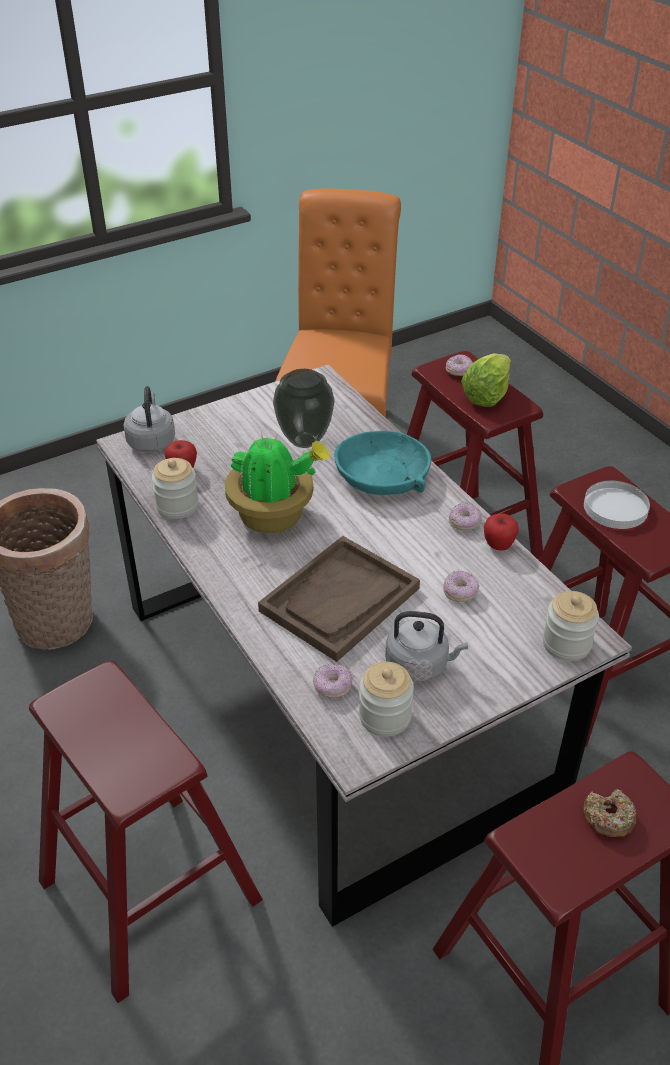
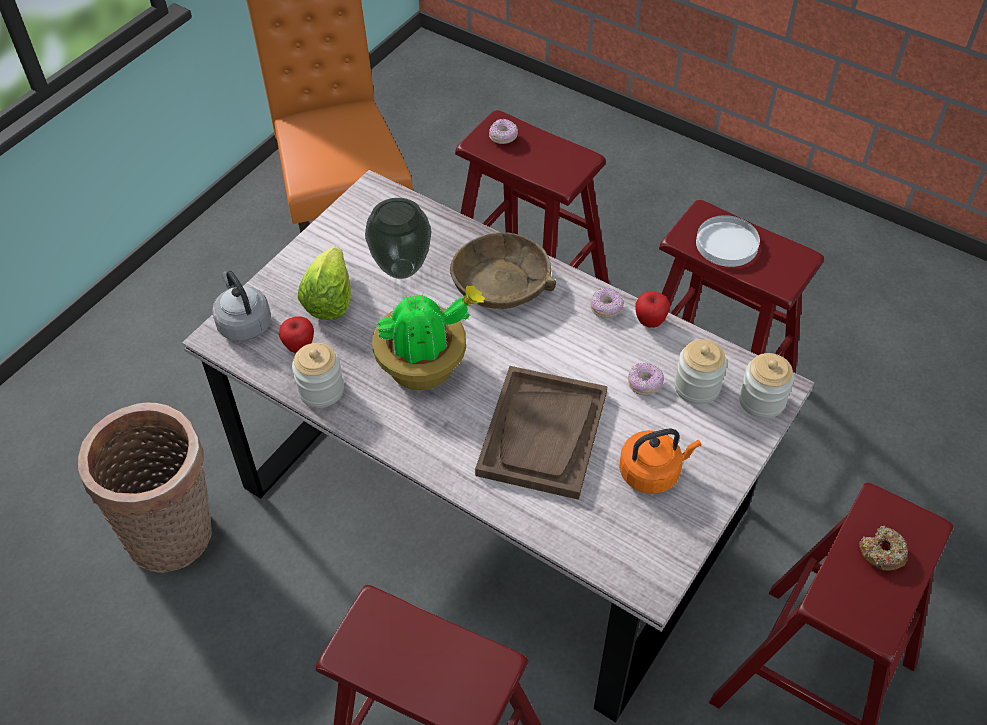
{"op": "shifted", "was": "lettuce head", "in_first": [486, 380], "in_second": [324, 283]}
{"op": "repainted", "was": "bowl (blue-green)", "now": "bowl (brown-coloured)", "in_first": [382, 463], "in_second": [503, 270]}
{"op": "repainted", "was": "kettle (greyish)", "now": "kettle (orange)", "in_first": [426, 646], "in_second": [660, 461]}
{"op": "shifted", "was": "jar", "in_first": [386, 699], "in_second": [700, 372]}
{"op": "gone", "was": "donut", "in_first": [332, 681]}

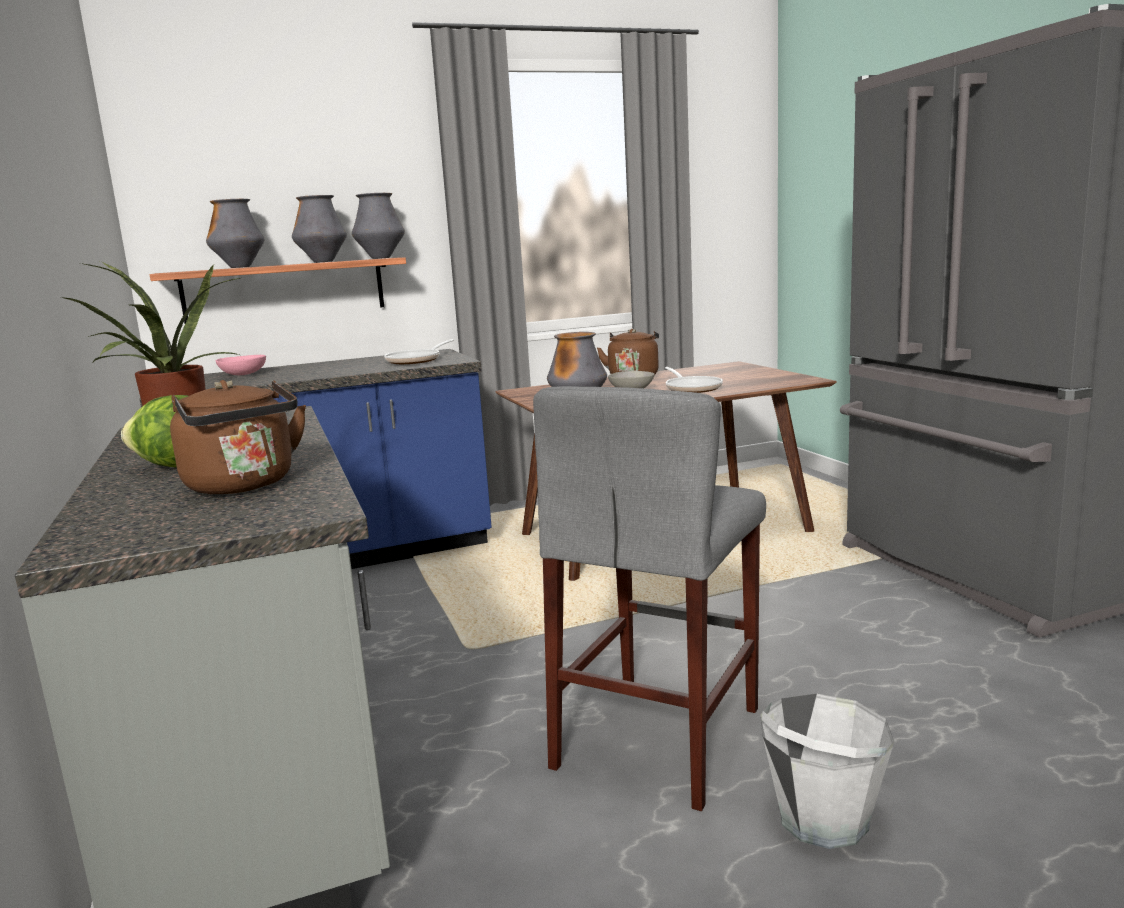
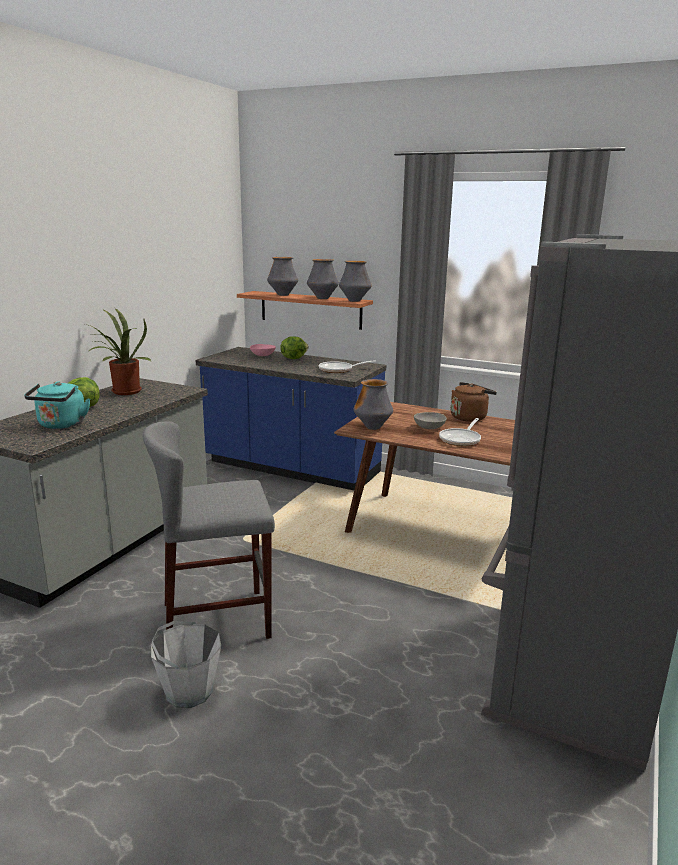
{"op": "repainted", "was": "kettle (brown-coloured)", "now": "kettle (blue-green)", "in_first": [238, 437], "in_second": [57, 405]}
{"op": "new", "now": "lettuce head", "in_second": [294, 347]}

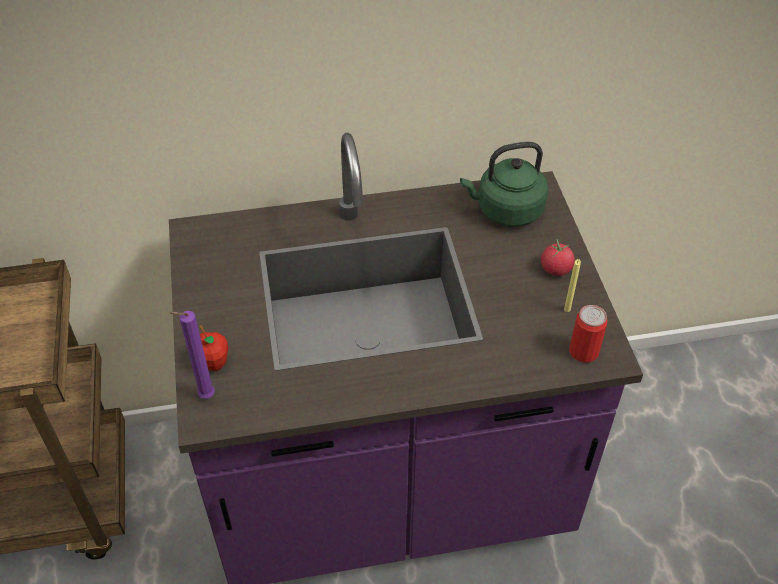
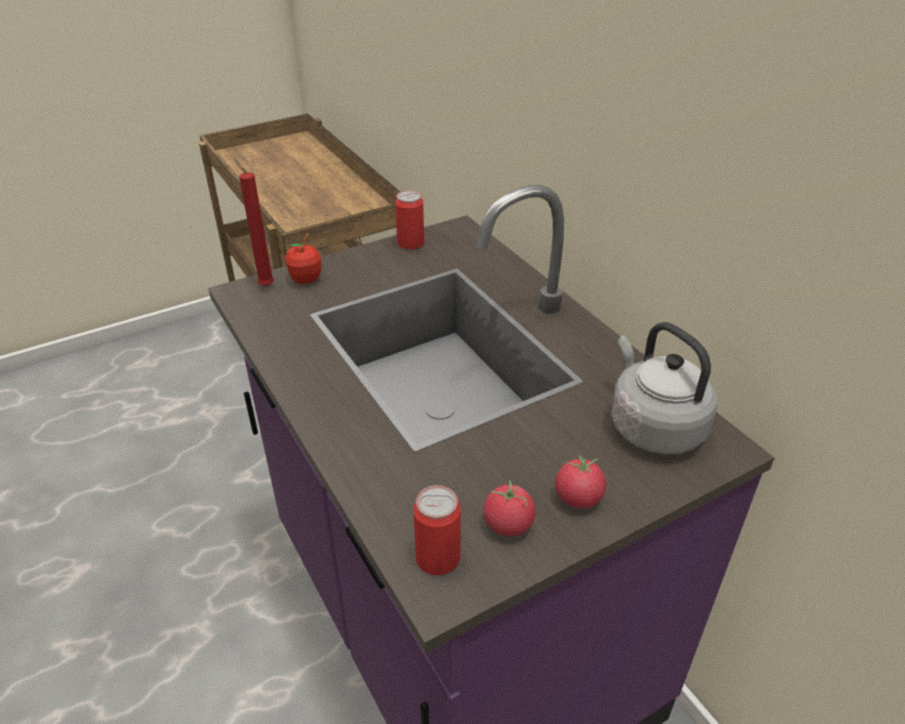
{"op": "repainted", "was": "wax light (purple-coloured)", "now": "wax light (red)", "in_first": [192, 355], "in_second": [254, 222]}
{"op": "new", "now": "metal can", "in_second": [409, 220]}
{"op": "swapped", "was": "wax light (yellow-coloured)", "now": "tomato", "in_first": [572, 285], "in_second": [509, 509]}
{"op": "repainted", "was": "kettle (green-coloured)", "now": "kettle (greyish)", "in_first": [504, 184], "in_second": [664, 388]}

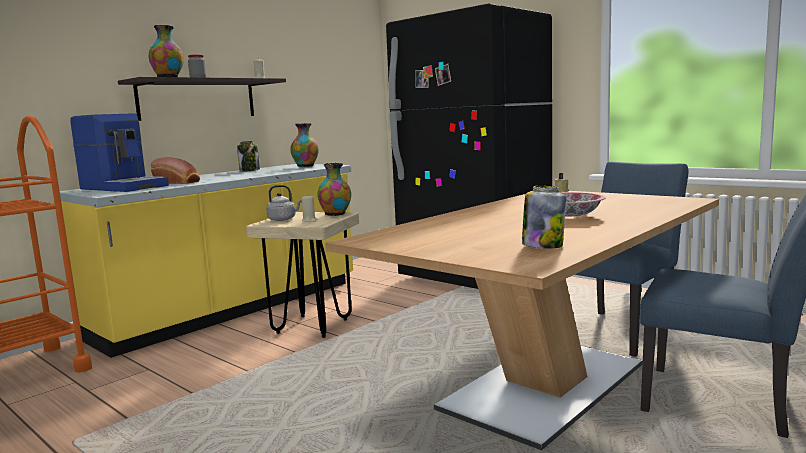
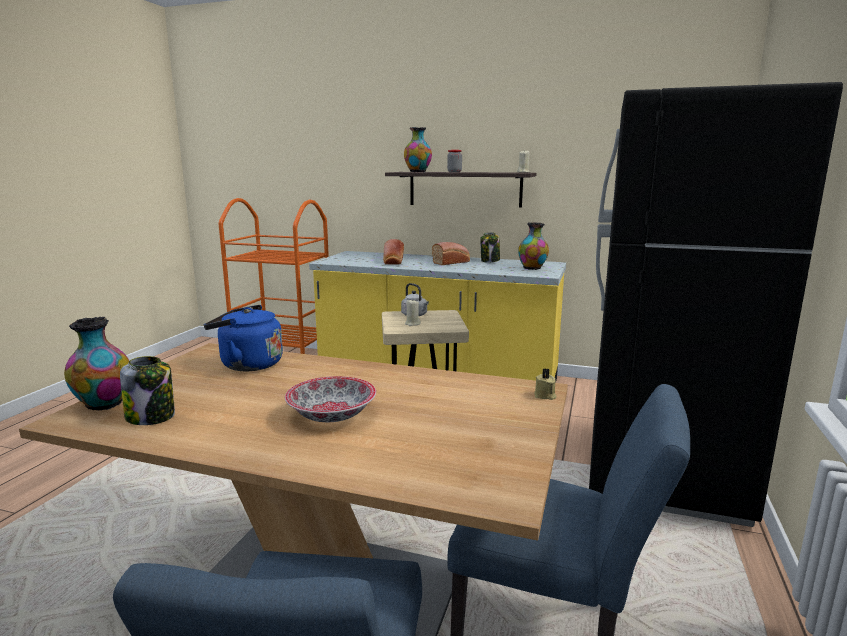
{"op": "shifted", "was": "vase", "in_first": [334, 189], "in_second": [96, 363]}
{"op": "new", "now": "kettle (blue-coloured)", "in_second": [243, 338]}
{"op": "new", "now": "bakery bread", "in_second": [451, 253]}
{"op": "gone", "was": "coffee machine", "in_first": [119, 152]}

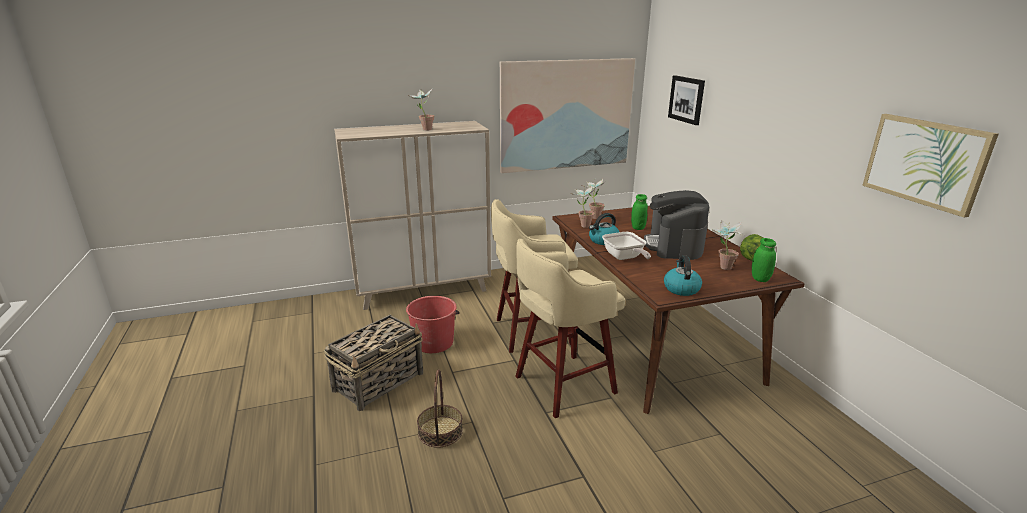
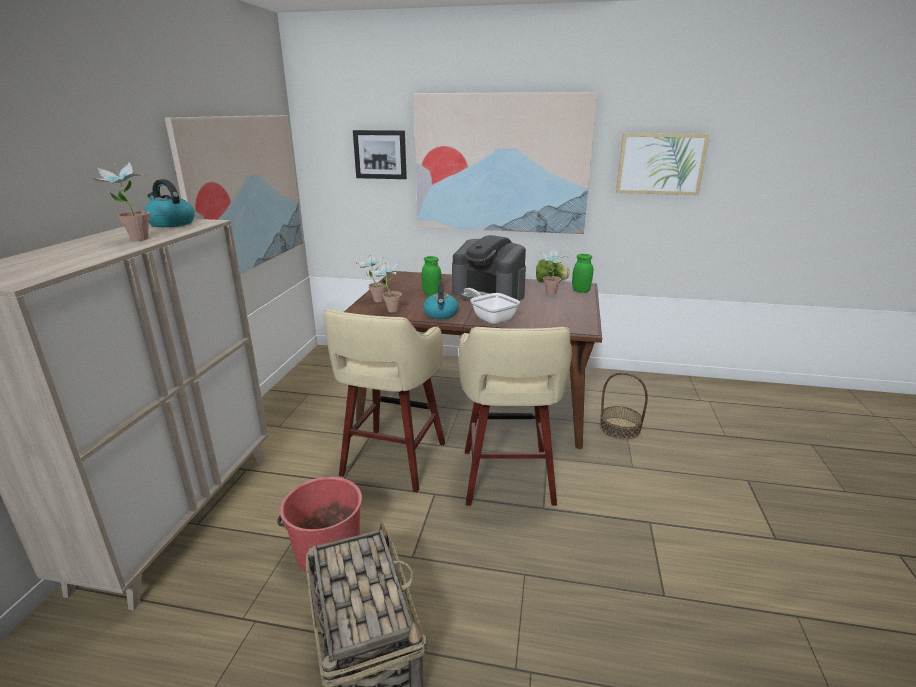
{"op": "shifted", "was": "kettle", "in_first": [683, 276], "in_second": [169, 203]}
{"op": "new", "now": "wall art", "in_second": [506, 163]}
{"op": "rotated", "was": "frying pan", "in_first": [626, 246], "in_second": [492, 306], "clockwise": -135}
{"op": "shifted", "was": "household basket", "in_first": [440, 408], "in_second": [624, 405]}

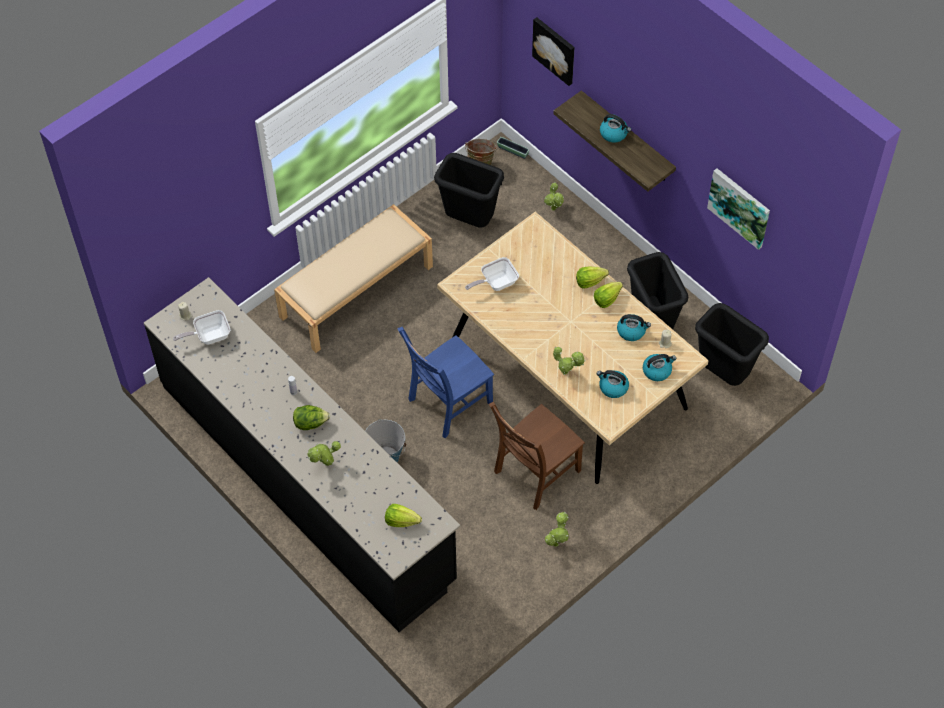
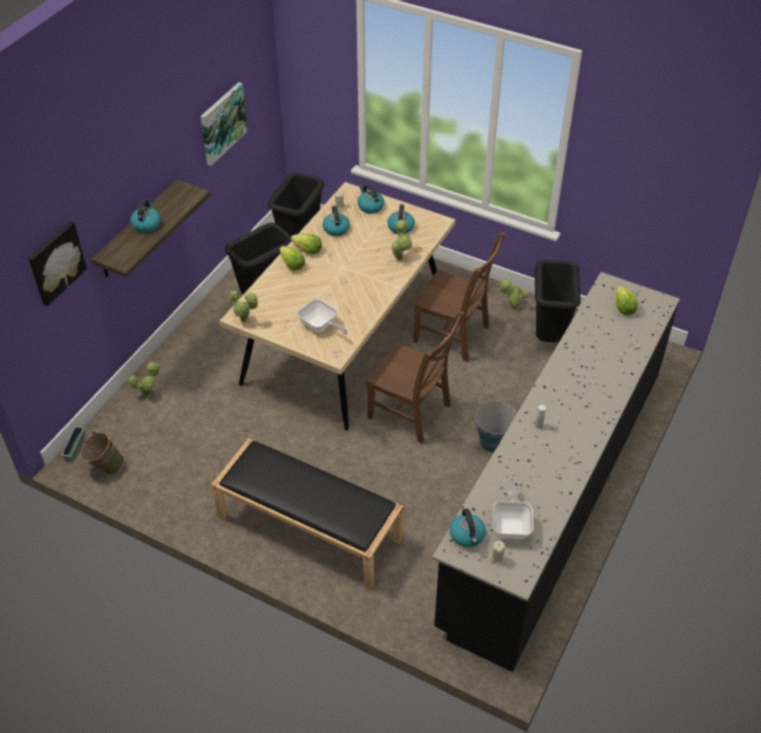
{"op": "repainted", "was": "bench (beige)", "now": "bench (blackish)", "in_first": [353, 278], "in_second": [307, 514]}
{"op": "shifted", "was": "houseplant", "in_first": [324, 453], "in_second": [243, 306]}
{"op": "repainted", "was": "chair (blue-coloured)", "now": "chair (brown-coloured)", "in_first": [445, 382], "in_second": [415, 377]}
{"op": "new", "now": "kettle", "in_second": [467, 527]}
{"op": "rotated", "was": "frying pan", "in_first": [201, 327], "in_second": [513, 508], "clockwise": -135}
{"op": "shifted", "was": "trash can (blackish)", "in_first": [469, 190], "in_second": [558, 301]}
{"op": "gone", "was": "lettuce head", "in_first": [311, 417]}

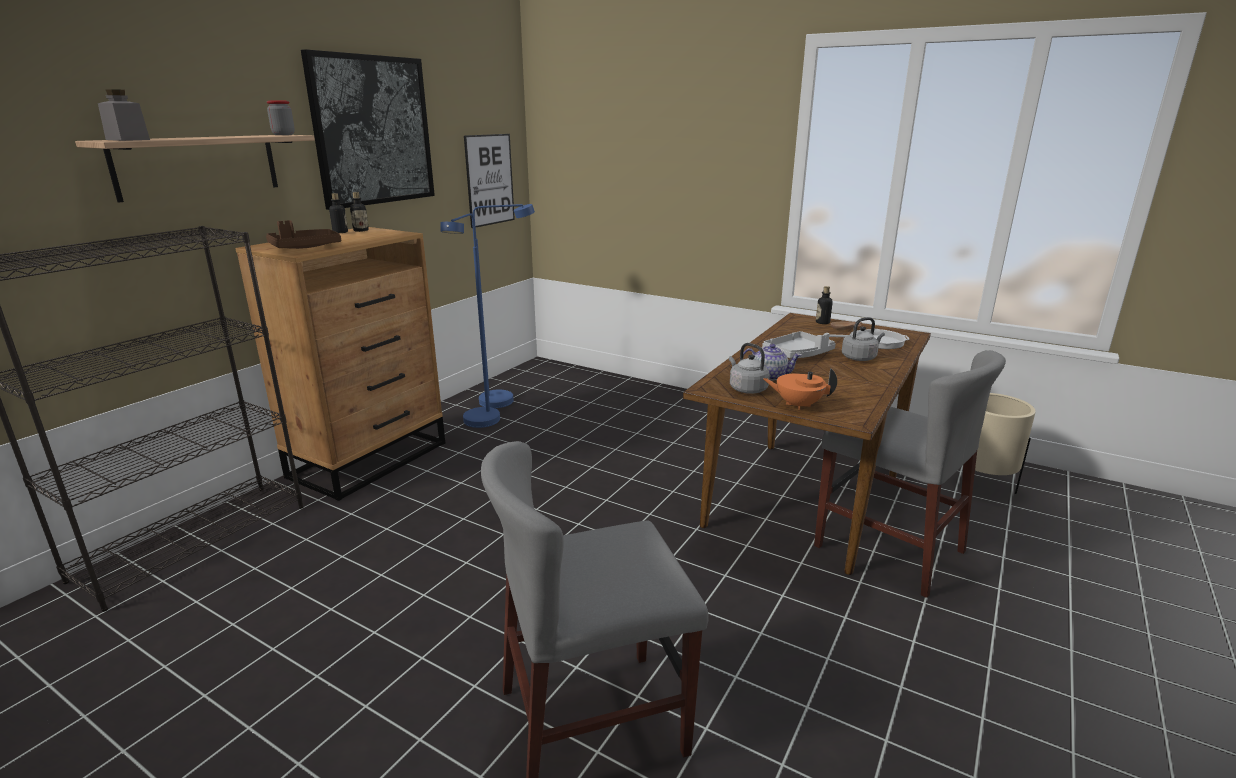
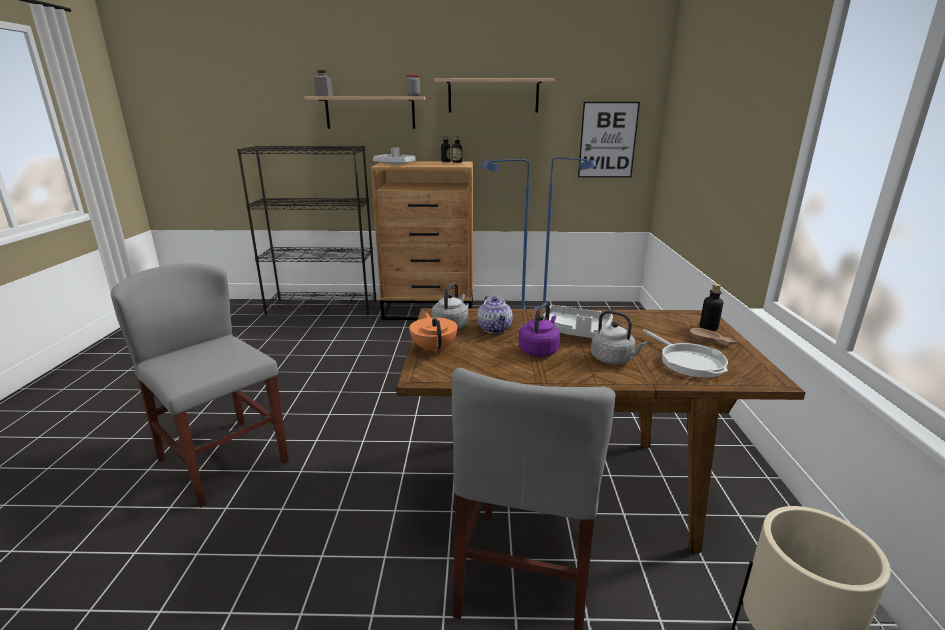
{"op": "repainted", "was": "tray (brown-coloured)", "now": "tray (greyish)", "in_first": [303, 234], "in_second": [394, 156]}
{"op": "swapped", "was": "wall art", "now": "shelf", "in_first": [368, 129], "in_second": [494, 95]}
{"op": "new", "now": "kettle (purple-coloured)", "in_second": [539, 329]}

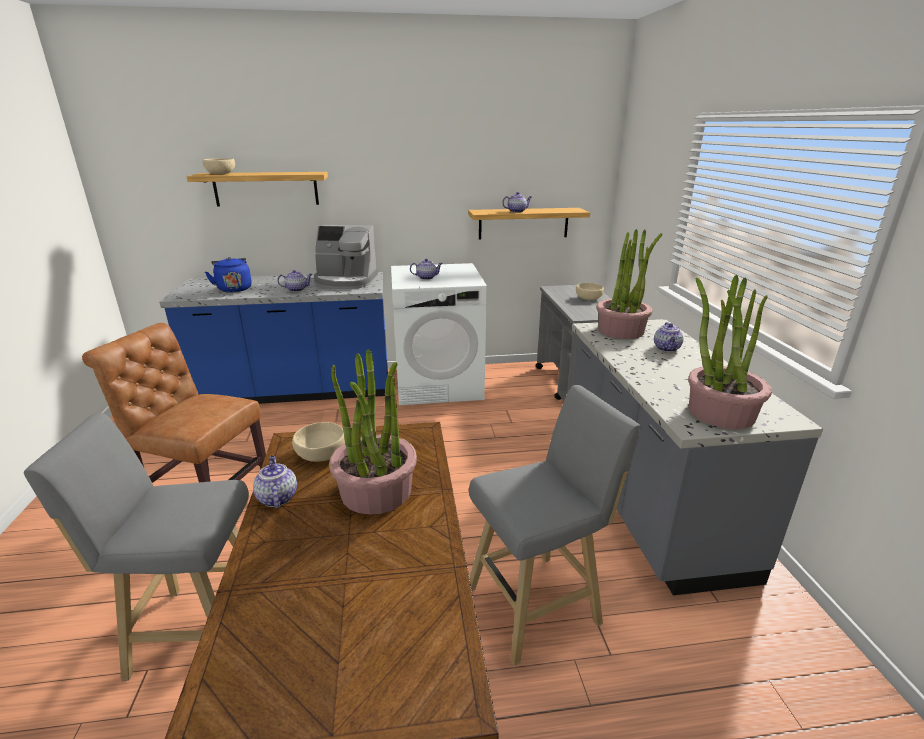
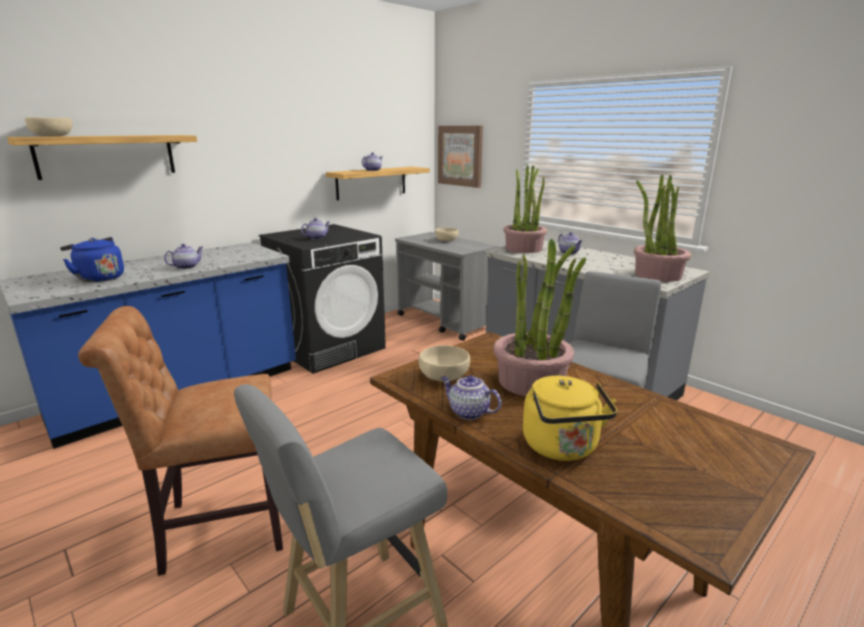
{"op": "repainted", "was": "laundry appliance (whitish)", "now": "laundry appliance (blackish)", "in_first": [439, 334], "in_second": [322, 299]}
{"op": "new", "now": "wall art", "in_second": [460, 157]}
{"op": "new", "now": "kettle (yellow-coloured)", "in_second": [570, 418]}
{"op": "gone", "was": "coffee machine", "in_first": [346, 257]}

